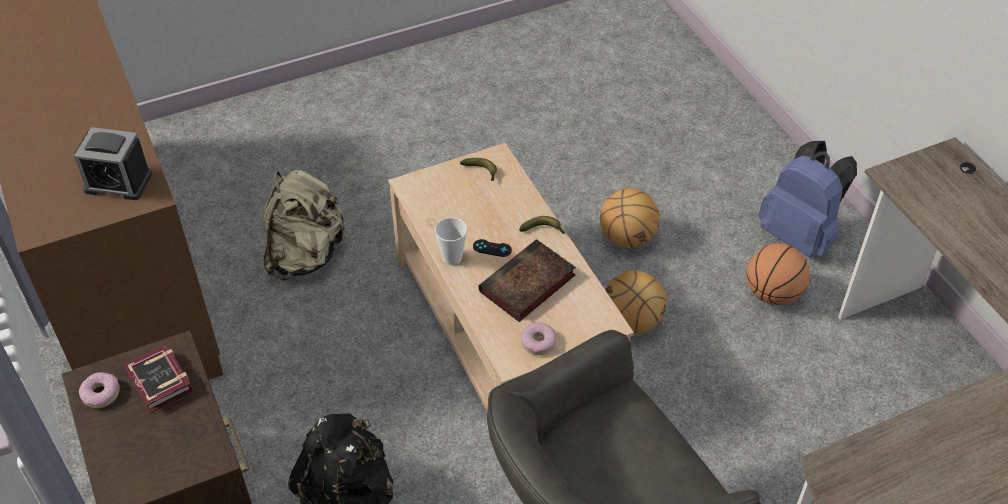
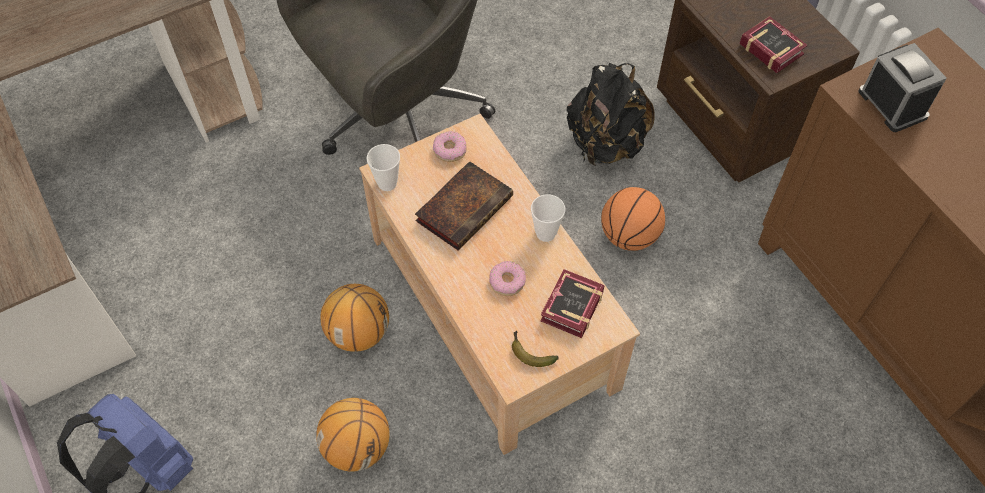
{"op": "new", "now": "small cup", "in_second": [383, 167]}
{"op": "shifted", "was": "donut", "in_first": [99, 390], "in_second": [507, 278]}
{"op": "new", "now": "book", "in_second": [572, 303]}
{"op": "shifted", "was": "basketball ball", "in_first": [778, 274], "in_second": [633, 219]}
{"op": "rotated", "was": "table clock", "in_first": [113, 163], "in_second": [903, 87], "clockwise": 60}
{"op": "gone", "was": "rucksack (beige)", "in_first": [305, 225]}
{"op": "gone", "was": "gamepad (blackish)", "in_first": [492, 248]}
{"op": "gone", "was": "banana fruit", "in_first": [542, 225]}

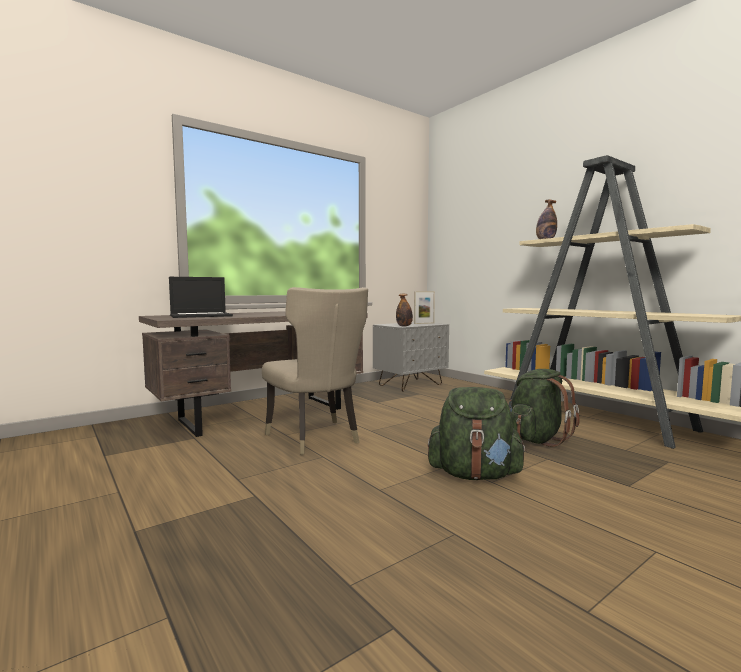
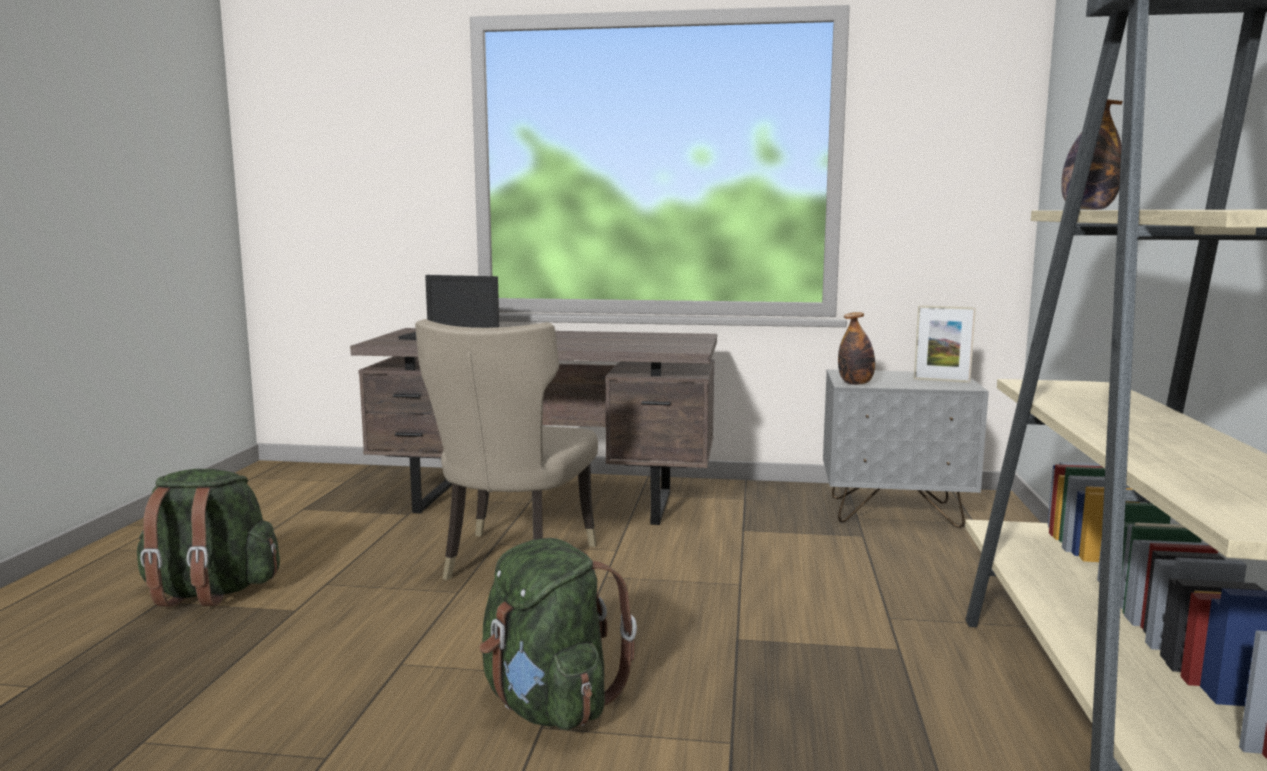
{"op": "shifted", "was": "rucksack (green-coloured)", "in_first": [544, 408], "in_second": [208, 538]}

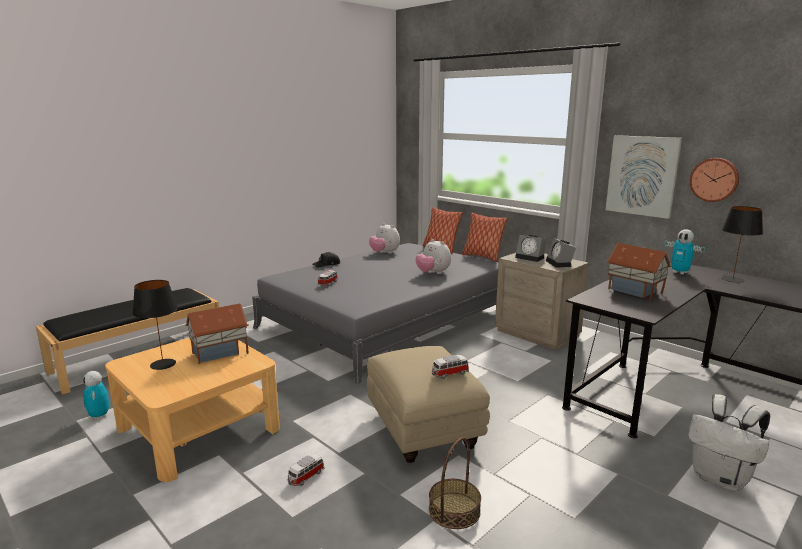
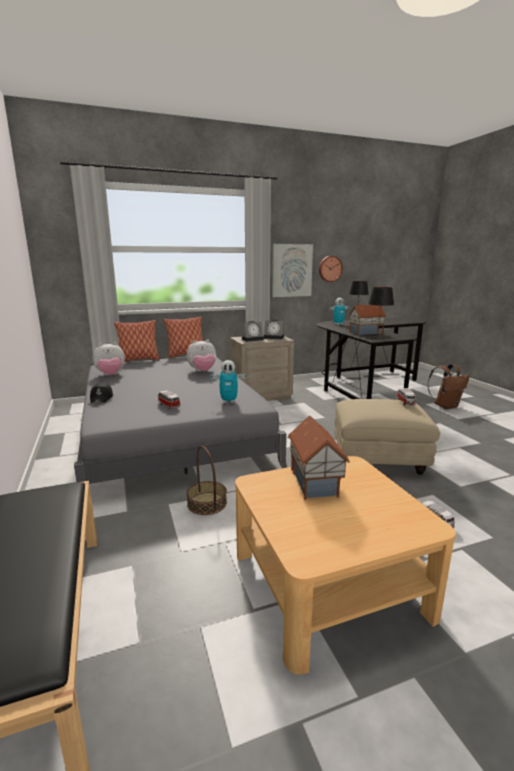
{"op": "shifted", "was": "household basket", "in_first": [455, 483], "in_second": [206, 480]}
{"op": "shifted", "was": "toy robot", "in_first": [96, 395], "in_second": [228, 381]}
{"op": "shifted", "was": "table lamp (blackish)", "in_first": [155, 325], "in_second": [381, 314]}
{"op": "repainted", "was": "rucksack (whitish)", "now": "rucksack (brown-coloured)", "in_first": [729, 442], "in_second": [449, 386]}

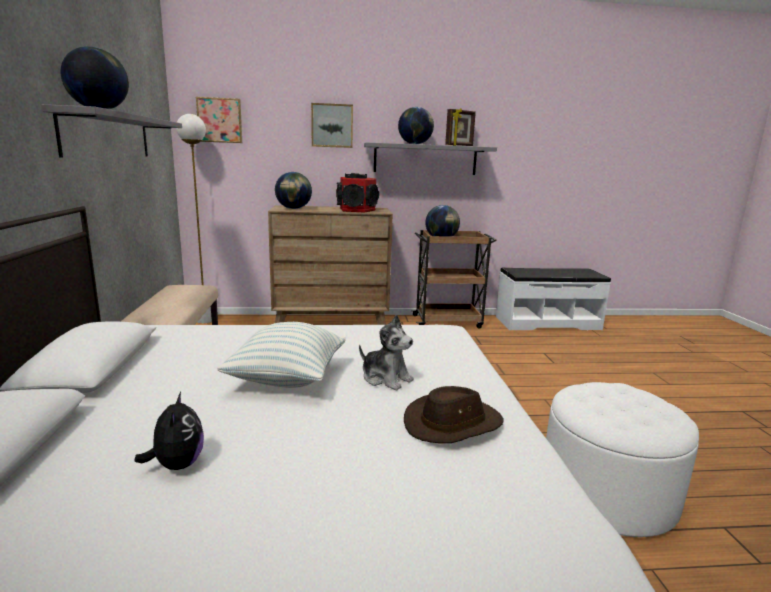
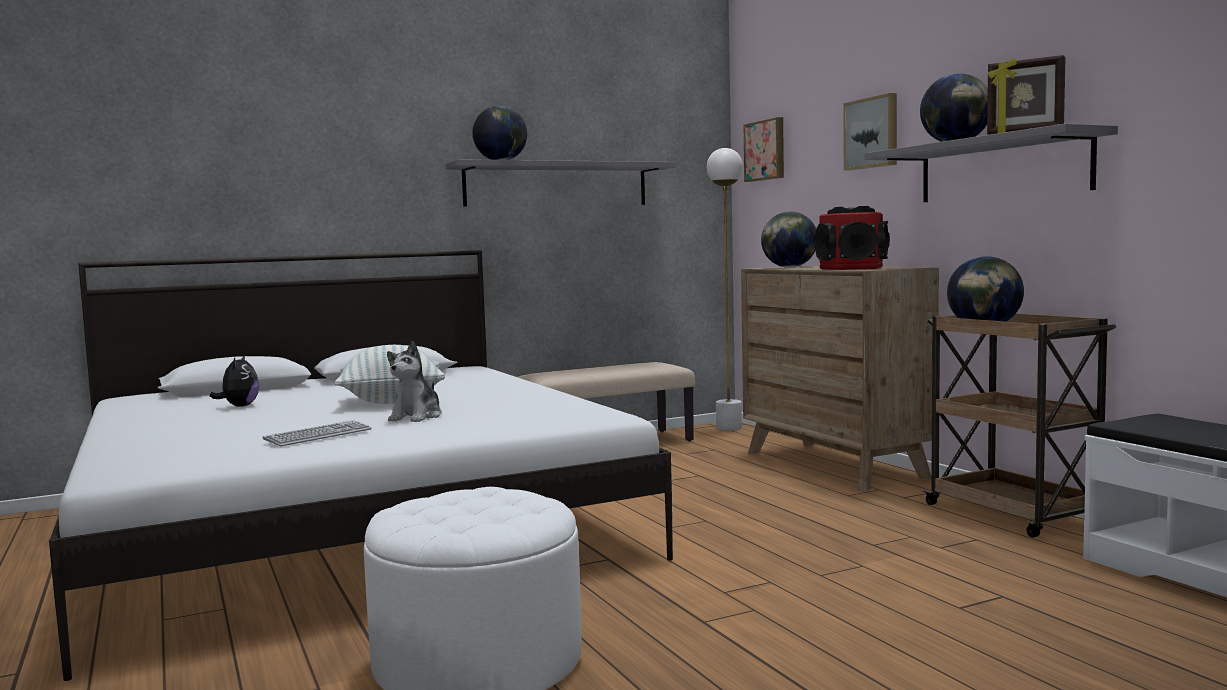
{"op": "rotated", "was": "soft toy", "in_first": [169, 431], "in_second": [234, 381], "clockwise": -60}
{"op": "swapped", "was": "hat (brown-coloured)", "now": "computer keyboard", "in_first": [454, 414], "in_second": [317, 433]}

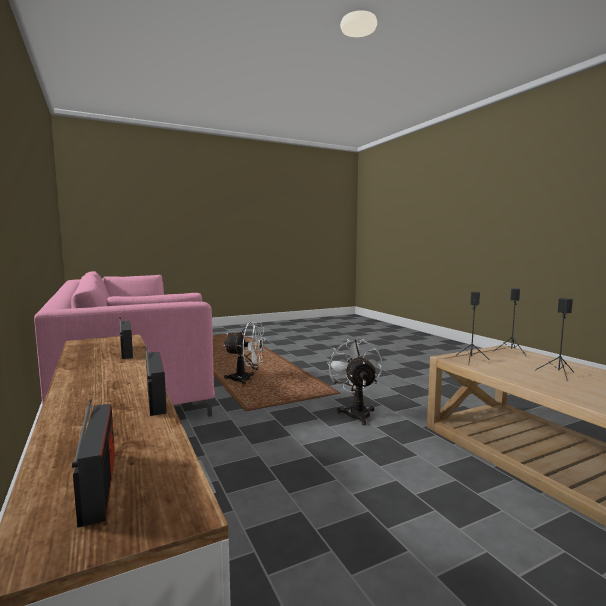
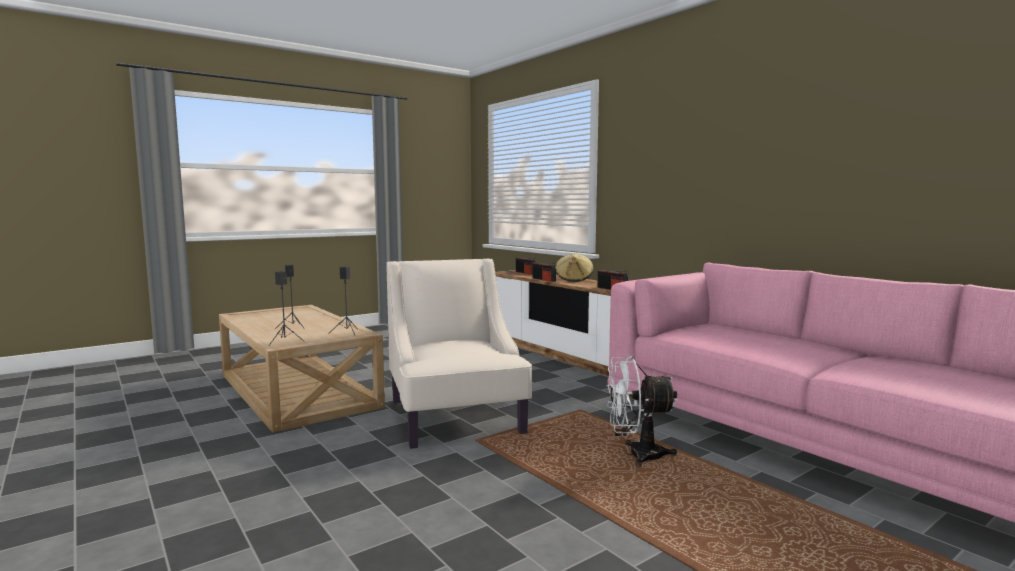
{"op": "swapped", "was": "fan (whitish)", "now": "lounge chair (beige)", "in_first": [354, 382], "in_second": [459, 354]}
{"op": "new", "now": "hat (beige)", "in_second": [574, 268]}

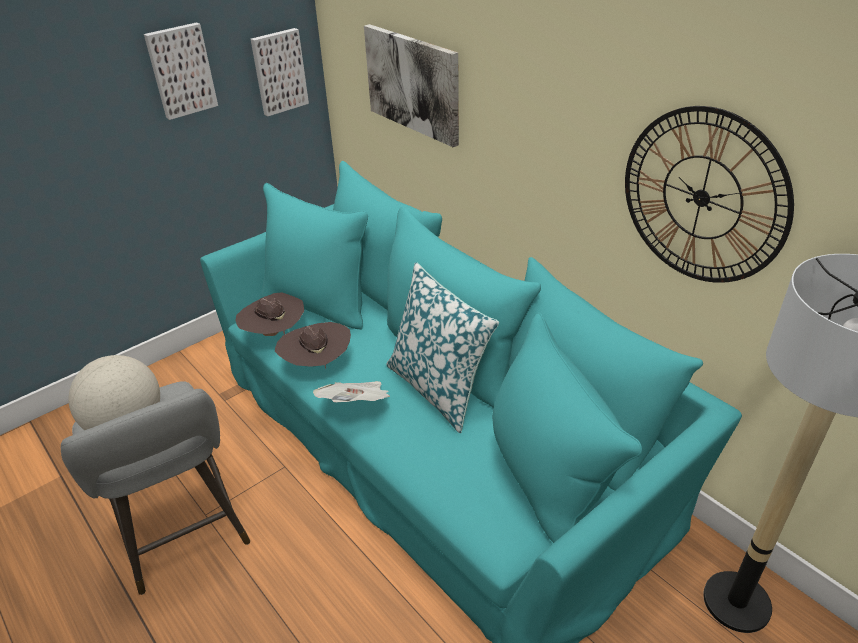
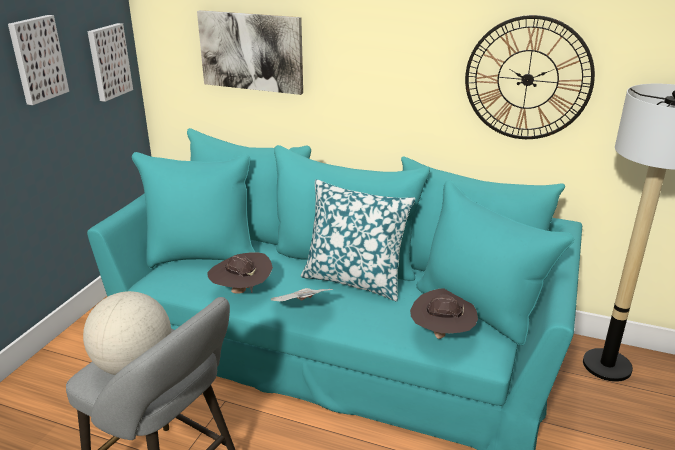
{"op": "shifted", "was": "hat (brown-coloured)", "in_first": [270, 314], "in_second": [444, 313]}

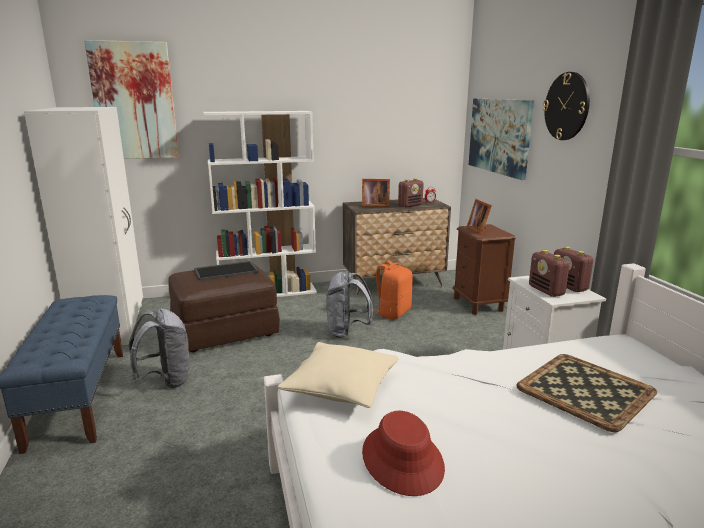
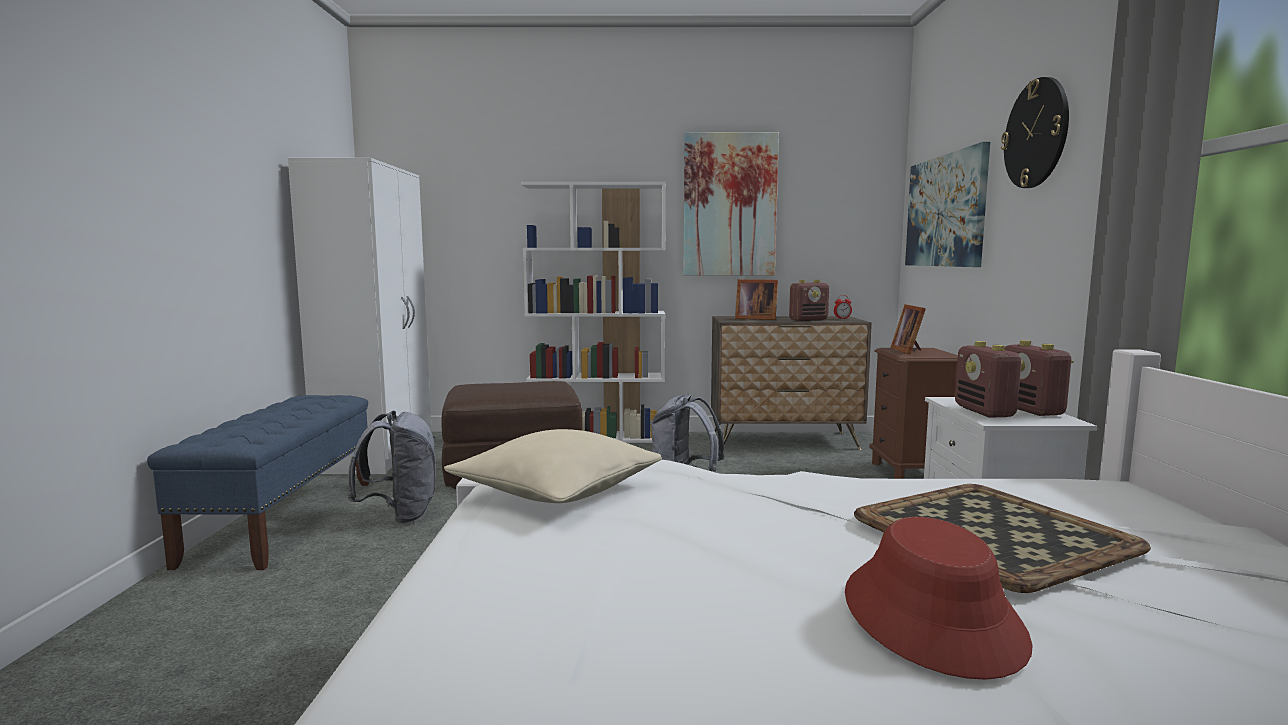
{"op": "shifted", "was": "wall art", "in_first": [131, 99], "in_second": [731, 204]}
{"op": "shifted", "was": "hat (red)", "in_first": [403, 453], "in_second": [939, 598]}
{"op": "gone", "was": "tray", "in_first": [226, 271]}
{"op": "gone", "was": "rucksack (orange)", "in_first": [393, 290]}

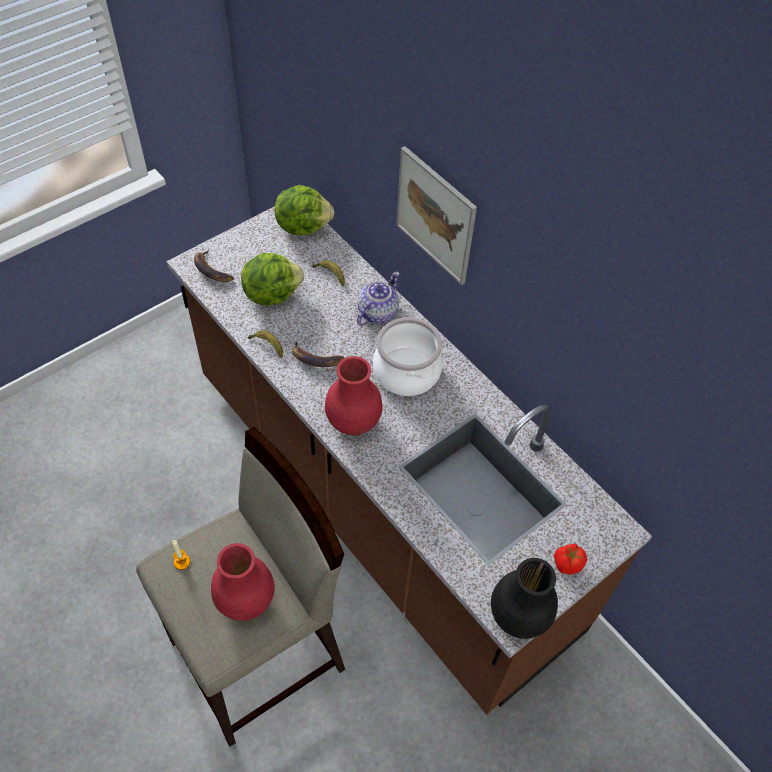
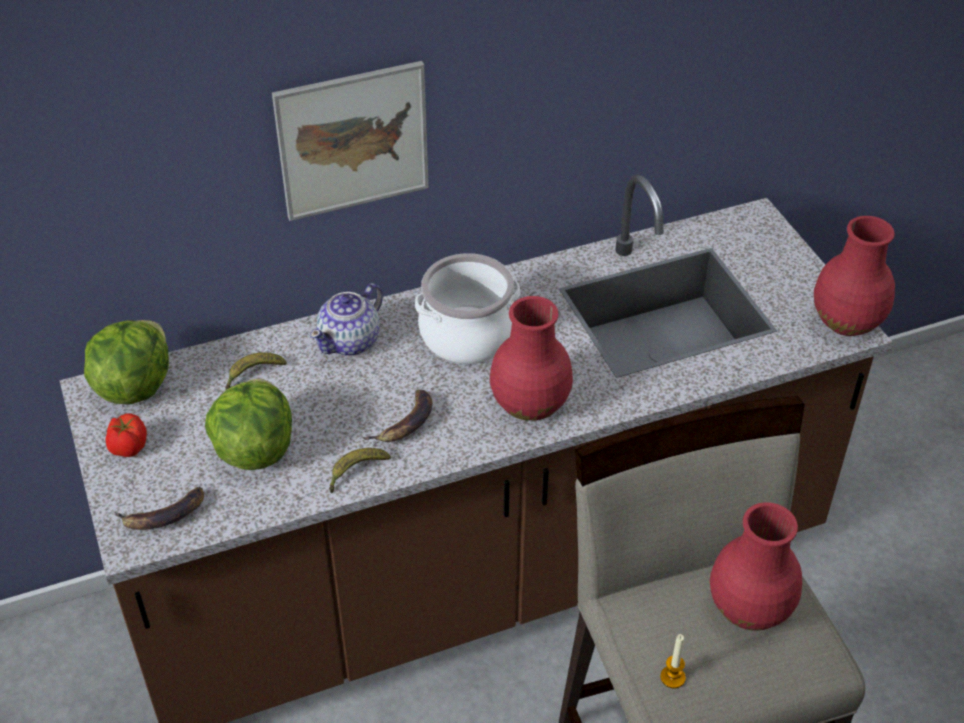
{"op": "shifted", "was": "tomato", "in_first": [570, 559], "in_second": [126, 435]}
{"op": "rotated", "was": "pot for tea", "in_first": [378, 299], "in_second": [346, 319], "clockwise": -105}
{"op": "repainted", "was": "vase (blackish)", "now": "vase (red)", "in_first": [524, 598], "in_second": [854, 276]}

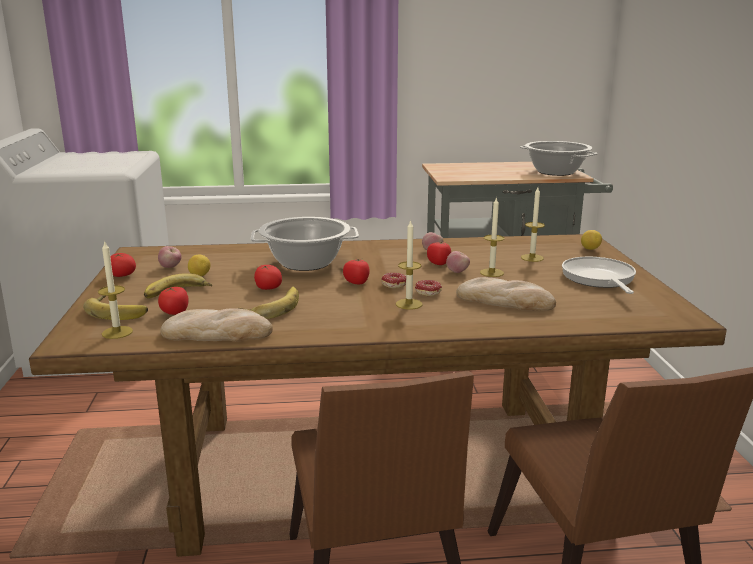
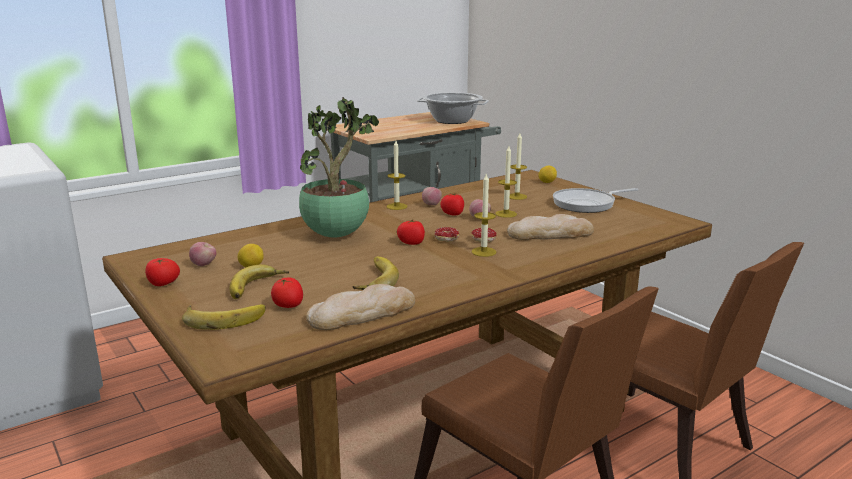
{"op": "swapped", "was": "stockpot", "now": "houseplant", "in_first": [305, 244], "in_second": [339, 167]}
{"op": "shifted", "was": "wax light", "in_first": [115, 289], "in_second": [396, 175]}
{"op": "rotated", "was": "frying pan", "in_first": [599, 275], "in_second": [595, 200], "clockwise": -75}
{"op": "gone", "was": "tomato", "in_first": [268, 277]}

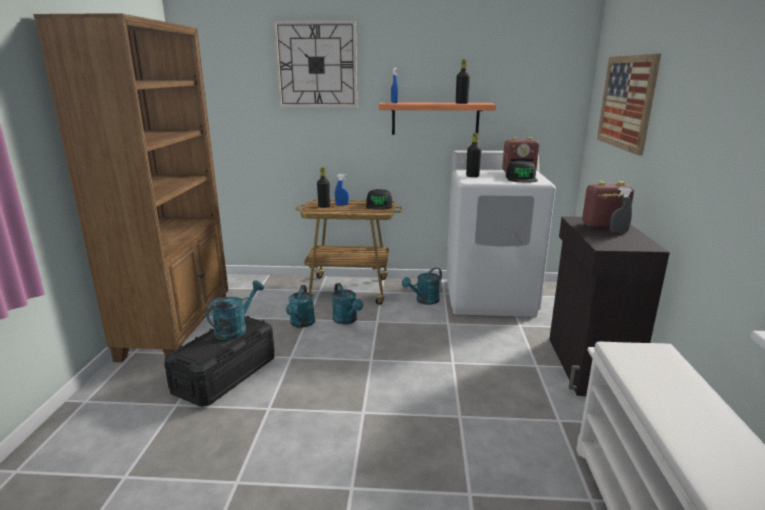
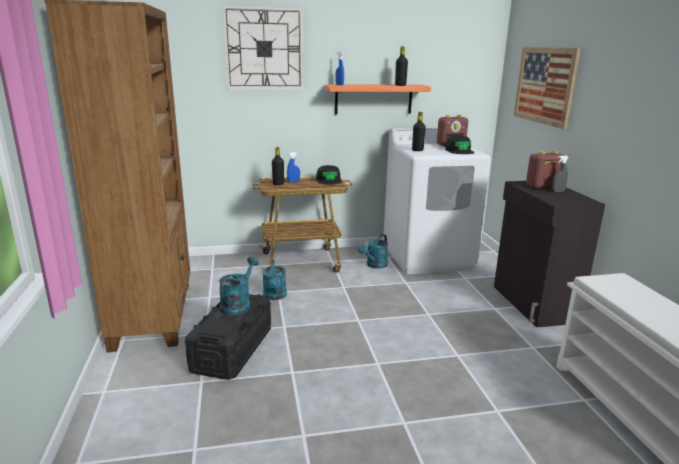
{"op": "gone", "was": "watering can (blue-green)", "in_first": [347, 304]}

